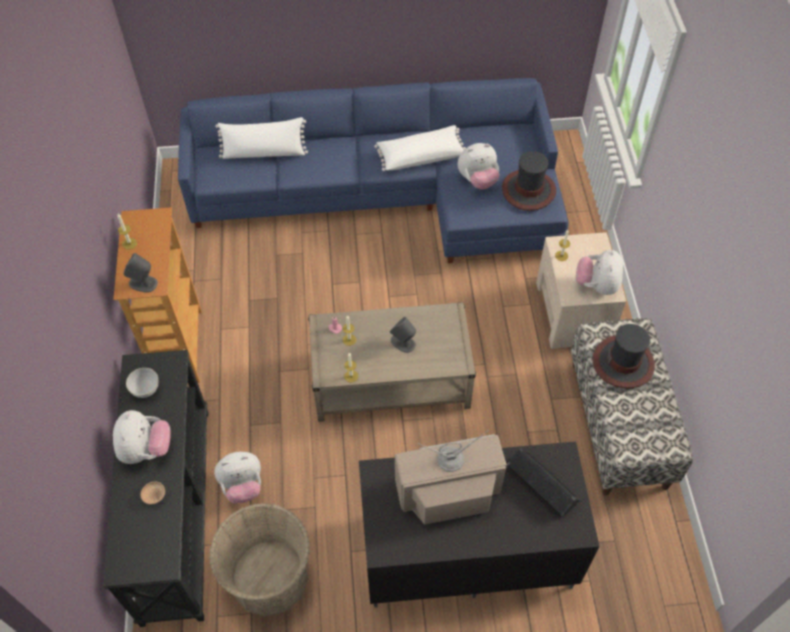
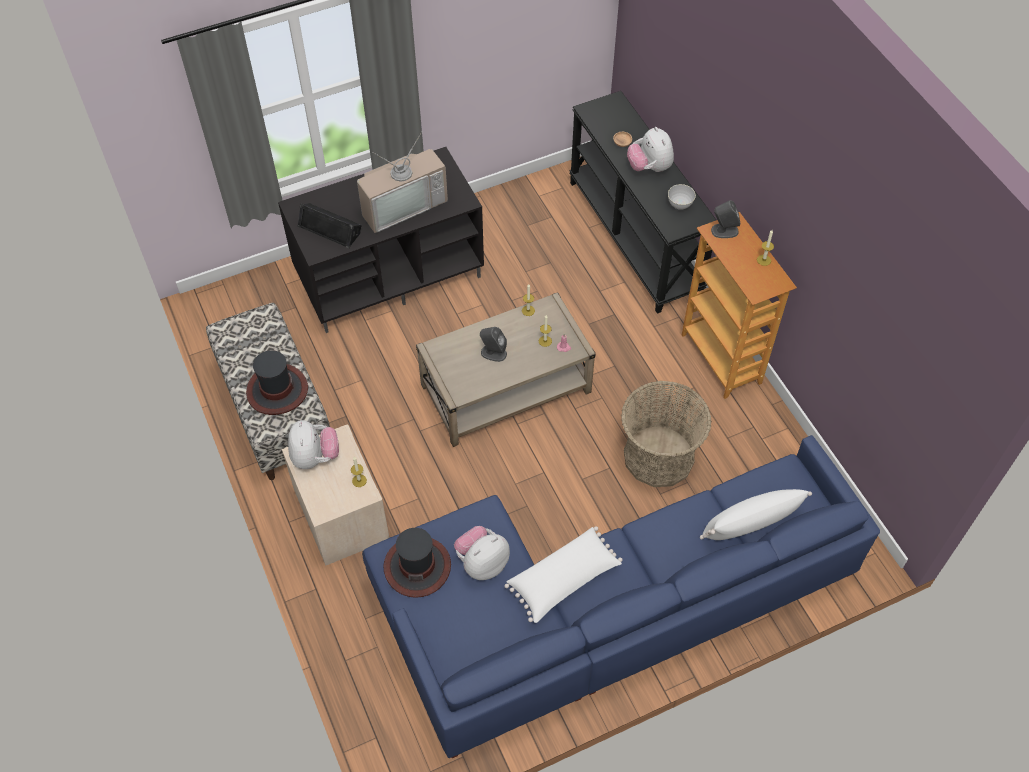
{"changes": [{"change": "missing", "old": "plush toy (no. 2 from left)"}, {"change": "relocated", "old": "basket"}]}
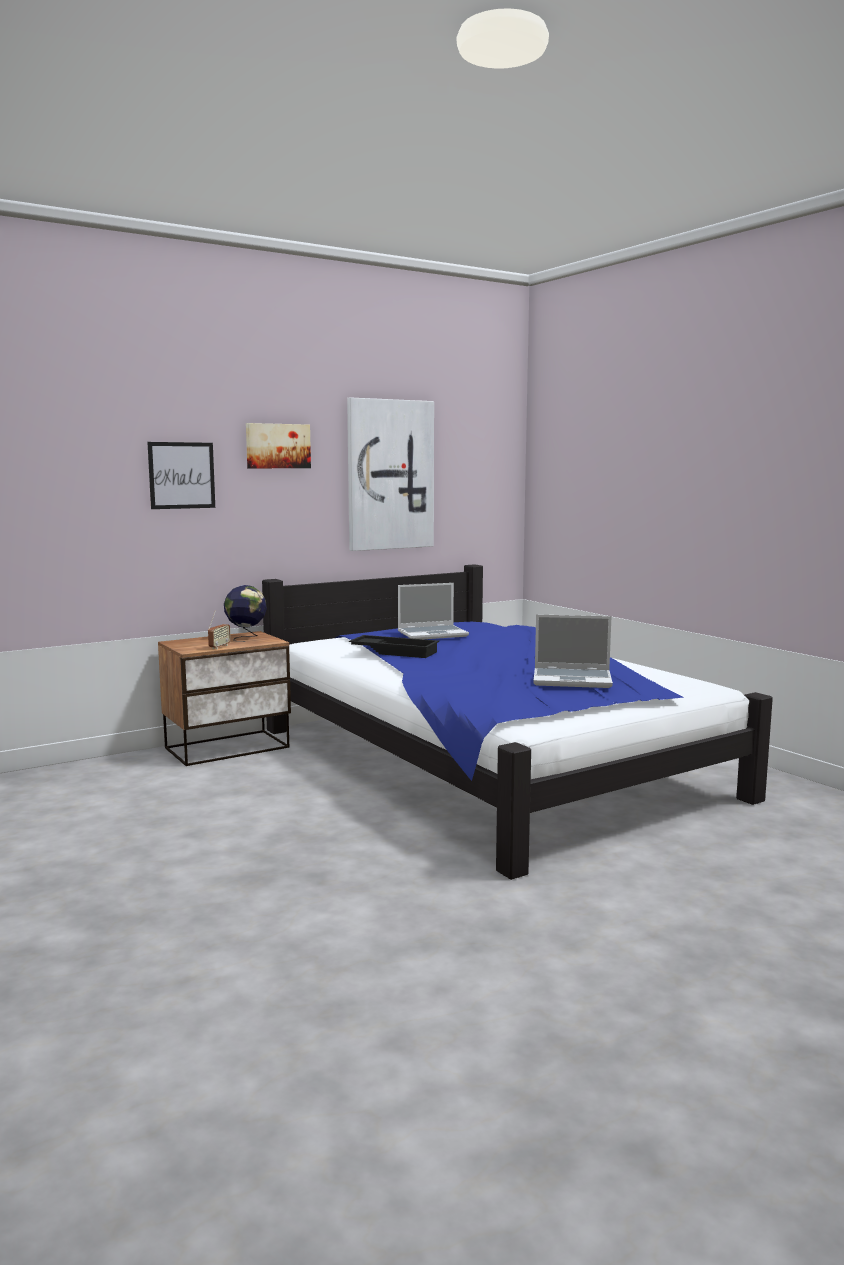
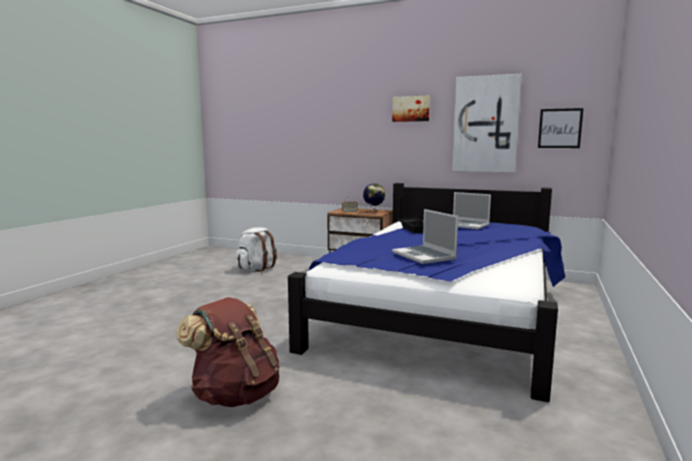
{"changes": [{"change": "relocated", "old": "wall art (no. 1 from left in the first image)", "new": "wall art (no. 3 from left)"}, {"change": "appeared", "new": "rucksack/whitish"}, {"change": "appeared", "new": "rucksack/brown"}]}
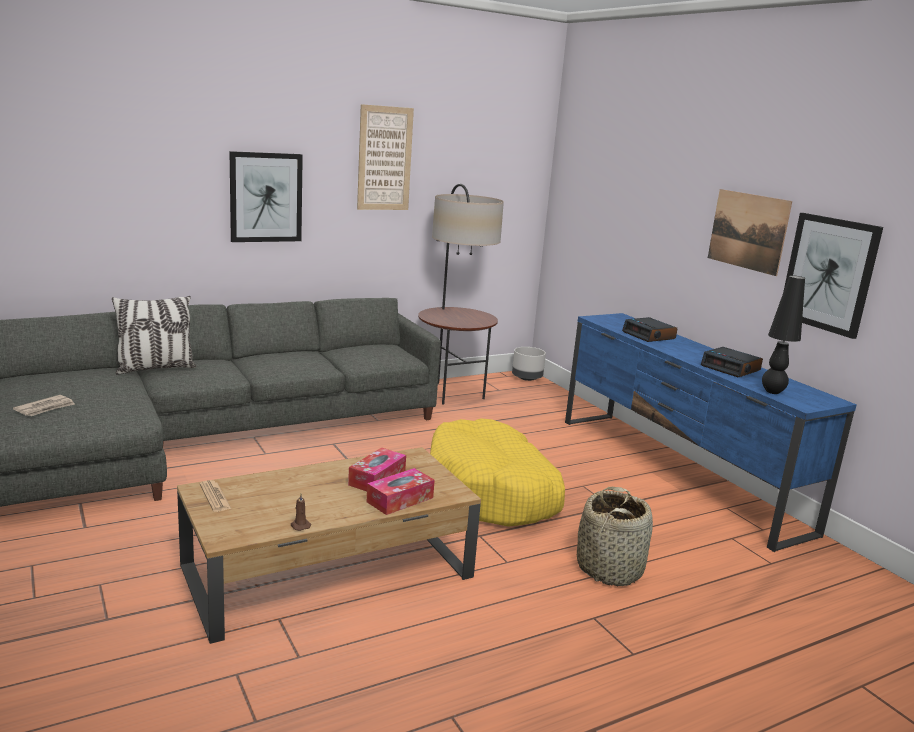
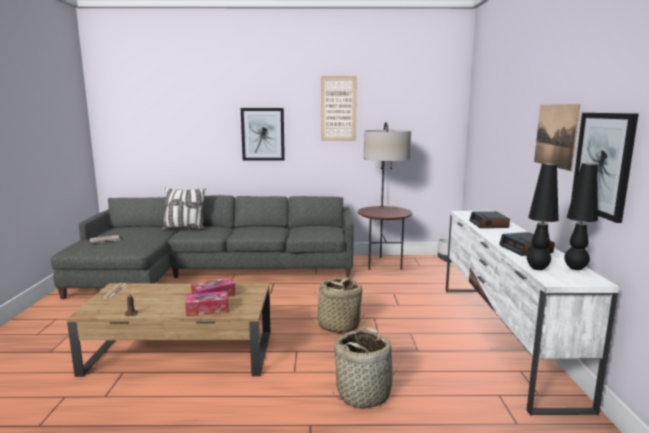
{"changes": [{"change": "colour", "old": "media console/blue-coloured", "new": "media console/whitish"}, {"change": "exchanged", "old": "dog bed/yellowish", "new": "basket (no. 1 from left)"}, {"change": "appeared", "new": "lamp for a table/black-coloured (no. 2 from left)"}]}
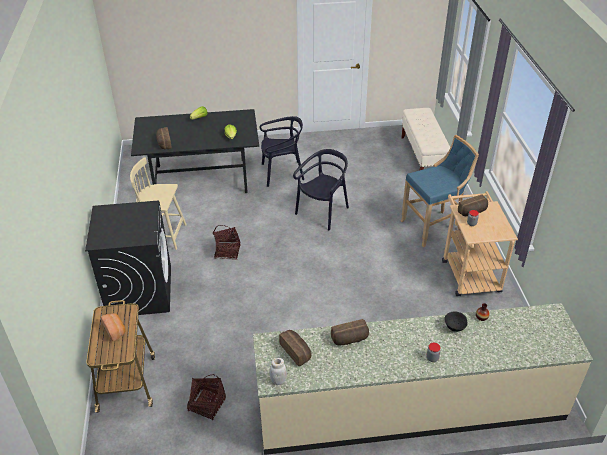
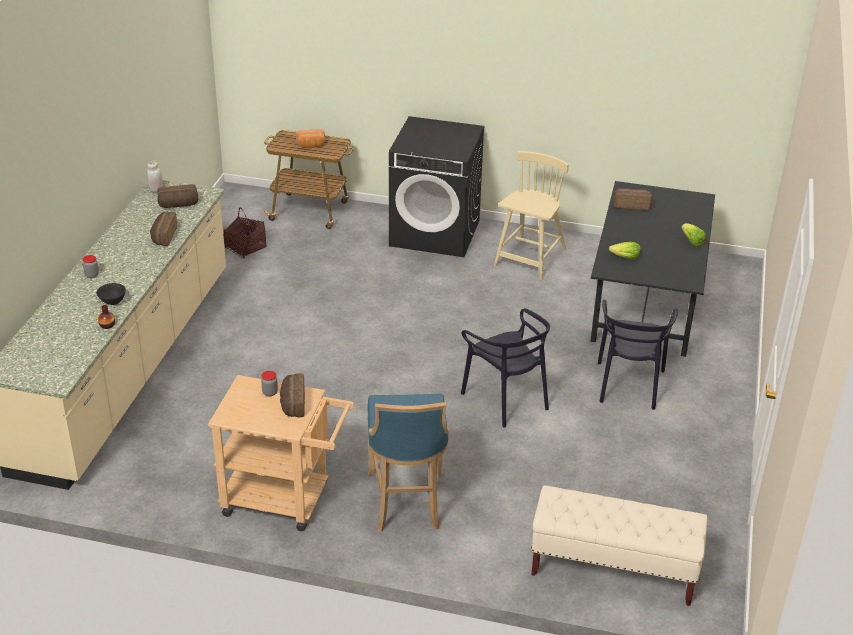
{"changes": [{"change": "missing", "old": "basket (no. 2 from left)"}]}
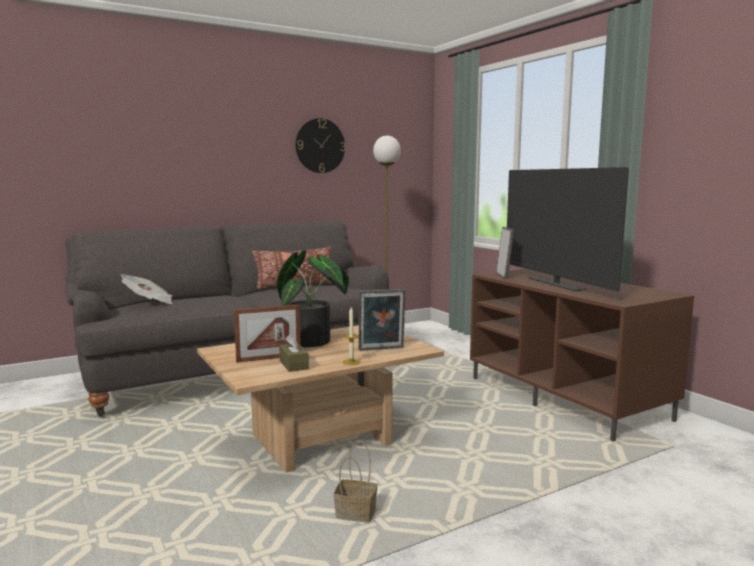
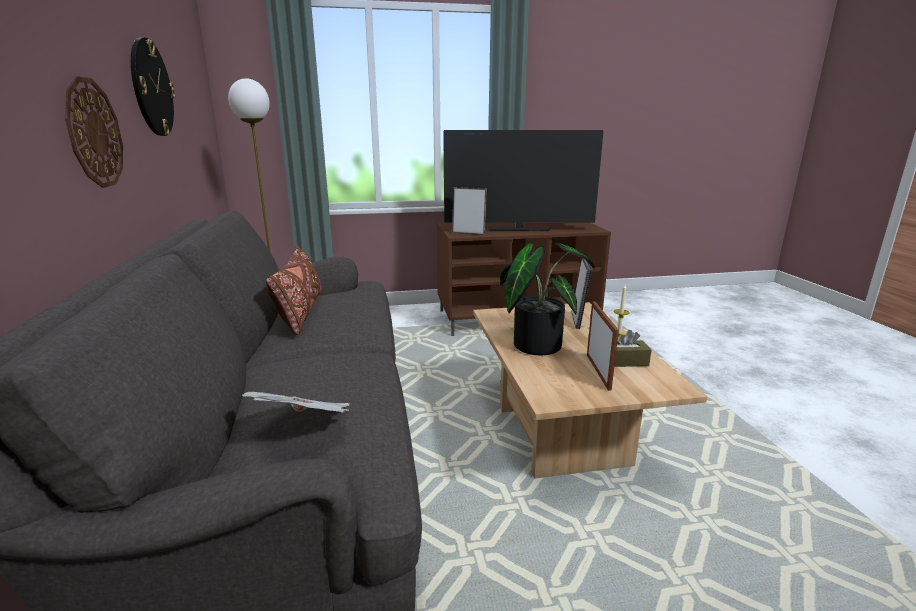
{"changes": [{"change": "missing", "old": "basket"}, {"change": "appeared", "new": "wall clock (no. 1 from left)"}]}
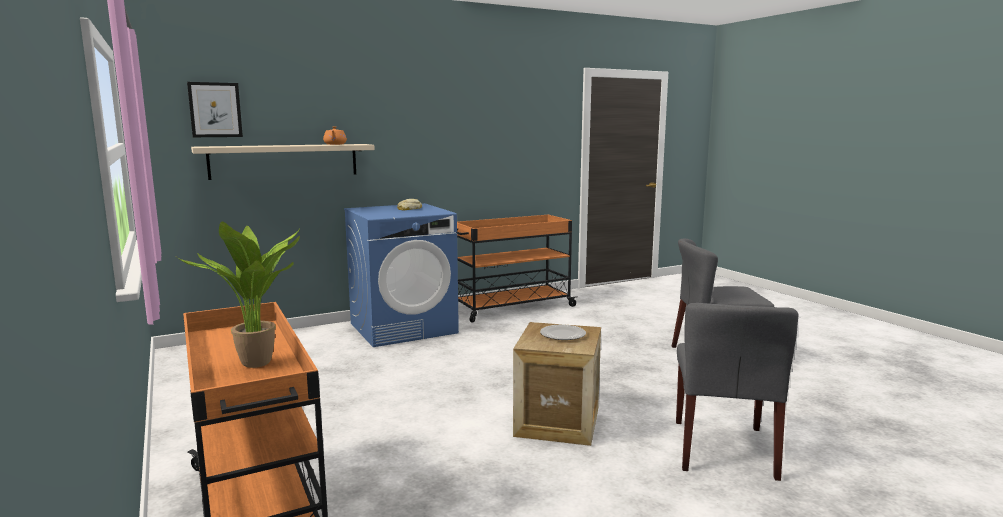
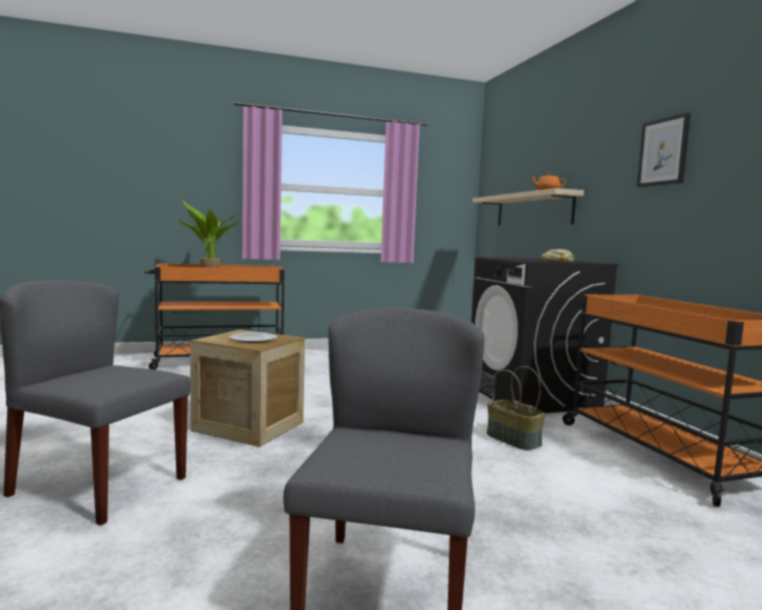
{"changes": [{"change": "relocated", "old": "wall art"}, {"change": "colour", "old": "laundry machine/blue-coloured", "new": "laundry machine/black-coloured"}, {"change": "appeared", "new": "basket"}]}
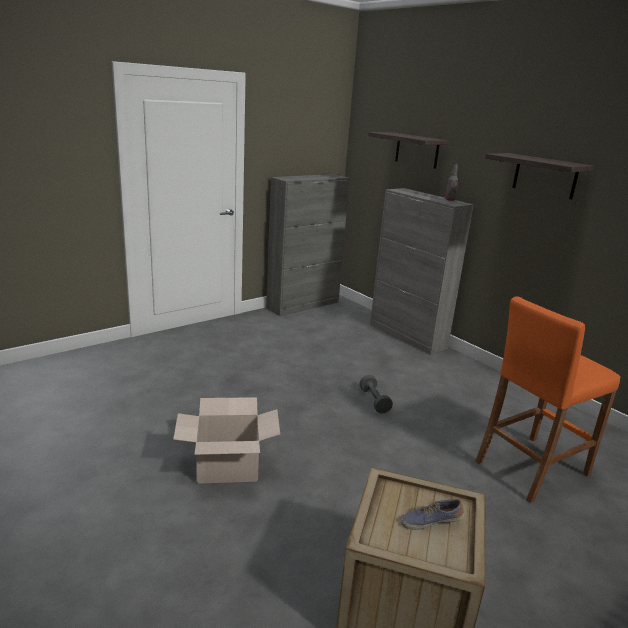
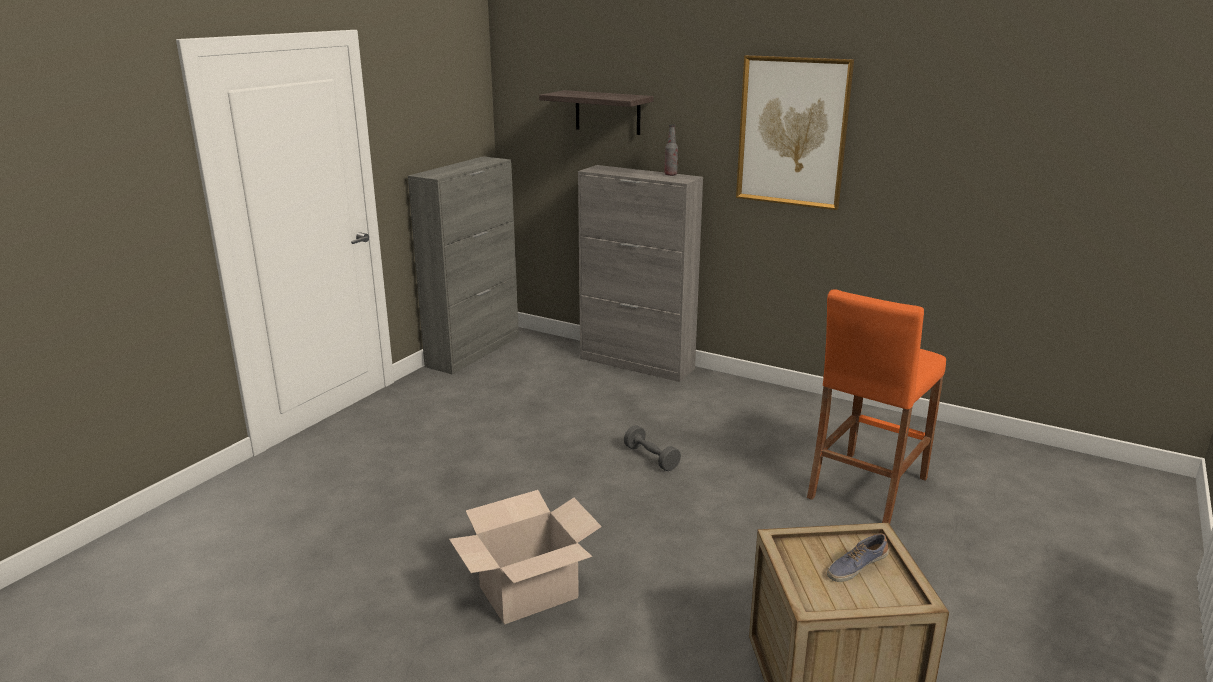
{"changes": [{"change": "exchanged", "old": "wall shelf (no. 2 from left)", "new": "wall art"}]}
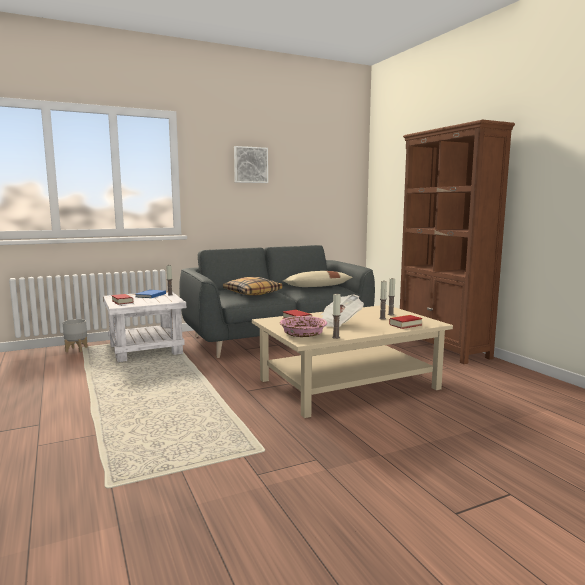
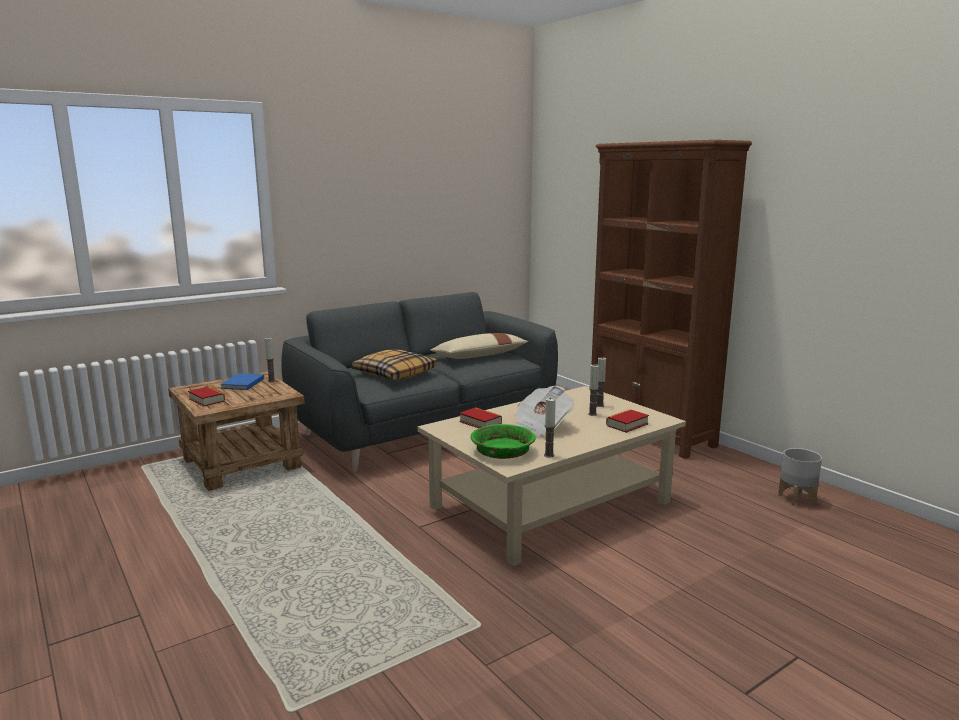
{"changes": [{"change": "missing", "old": "wall art"}, {"change": "colour", "old": "side table/whitish", "new": "side table/brown"}, {"change": "colour", "old": "serving bowl/pinkish", "new": "serving bowl/green-coloured"}, {"change": "relocated", "old": "flower pot/grey"}]}
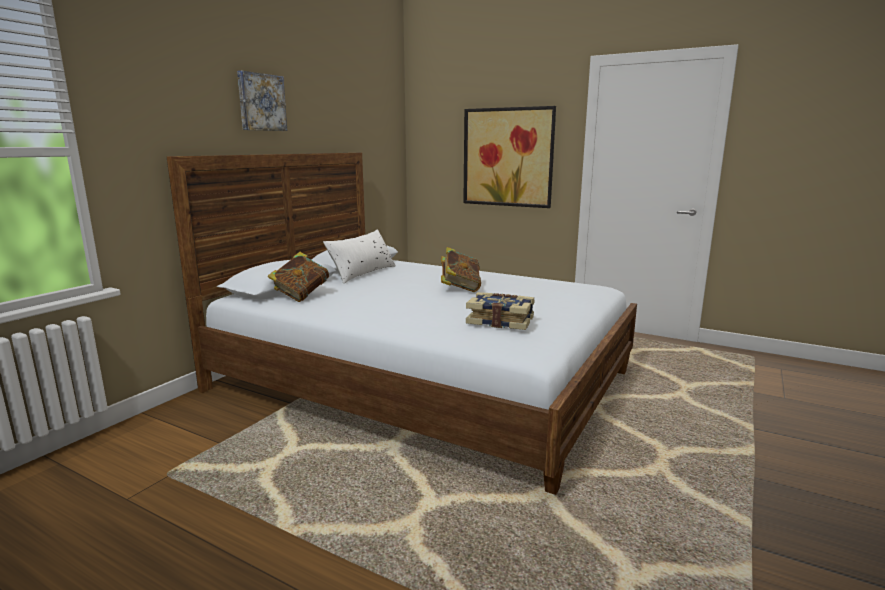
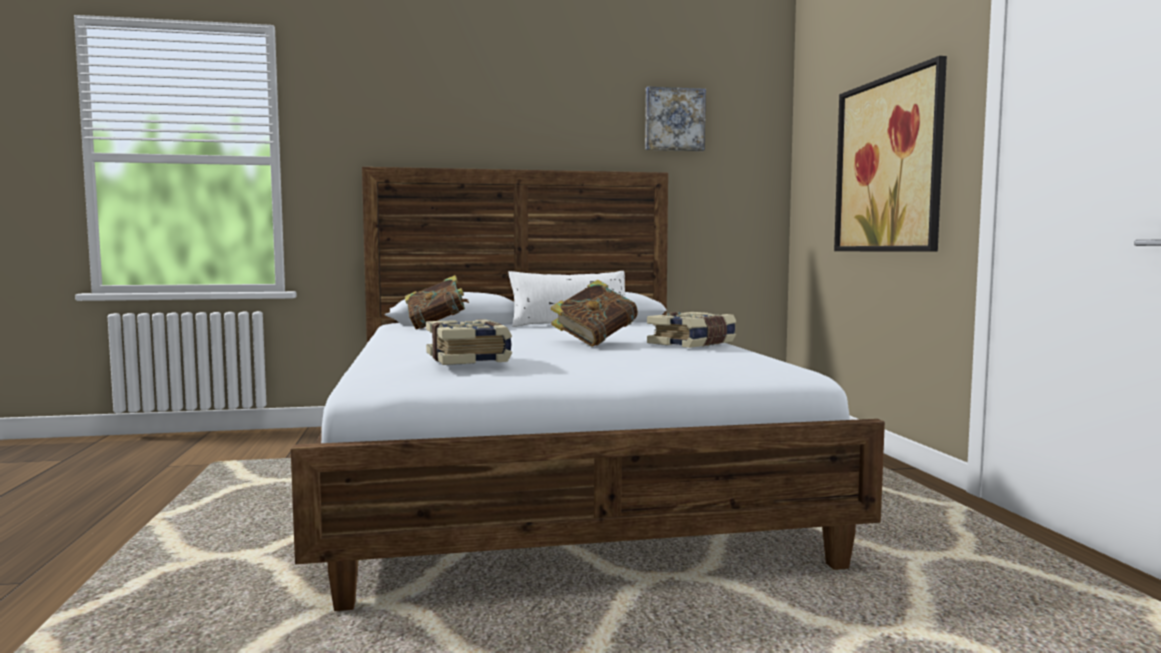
{"changes": [{"change": "relocated", "old": "wall art (no. 1 from left)"}, {"change": "appeared", "new": "book (no. 4 from left)"}]}
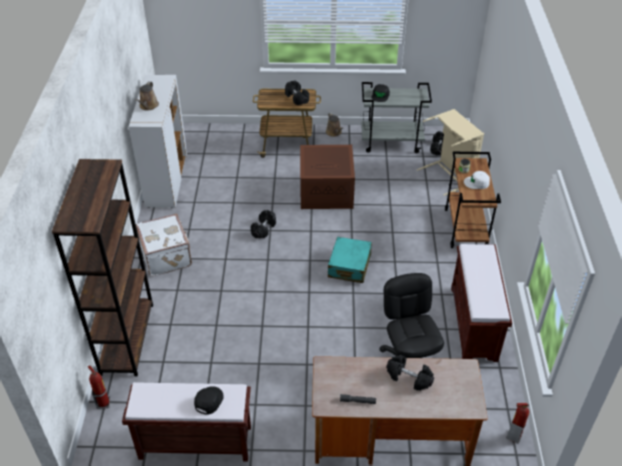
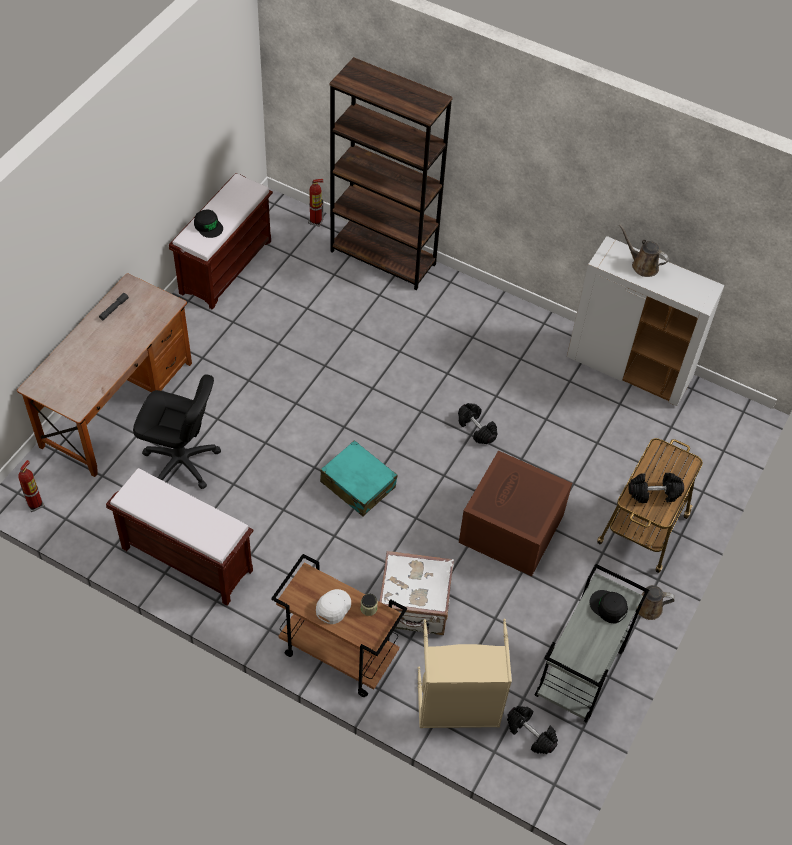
{"changes": [{"change": "relocated", "old": "suitcase/whitish"}, {"change": "missing", "old": "dumbbell/black-coloured (no. 3 from left)"}]}
